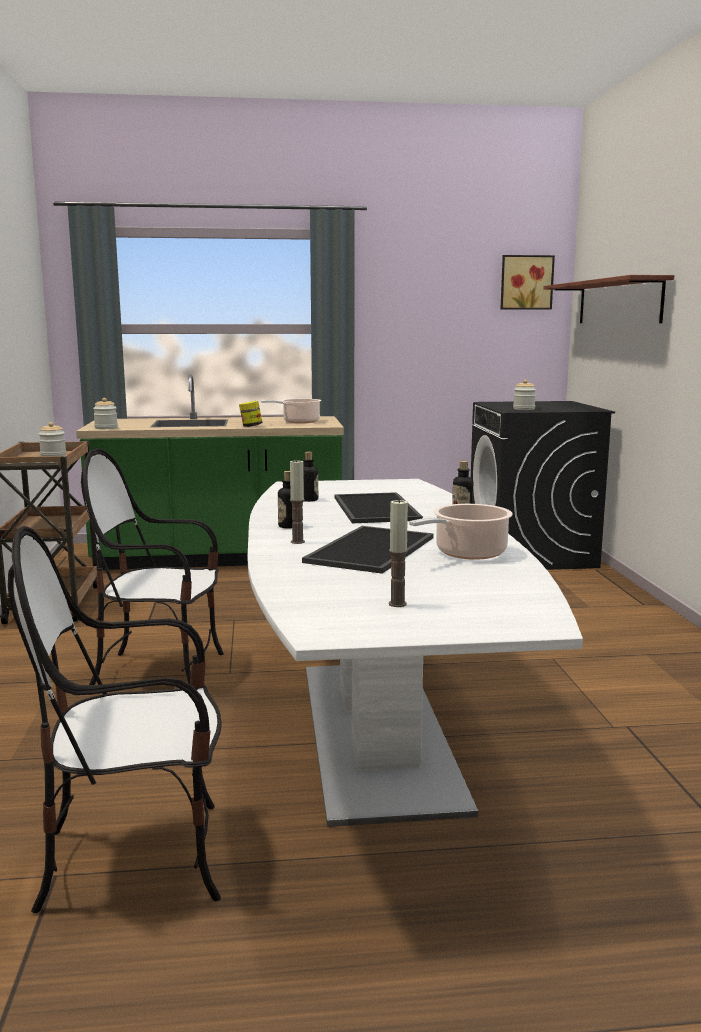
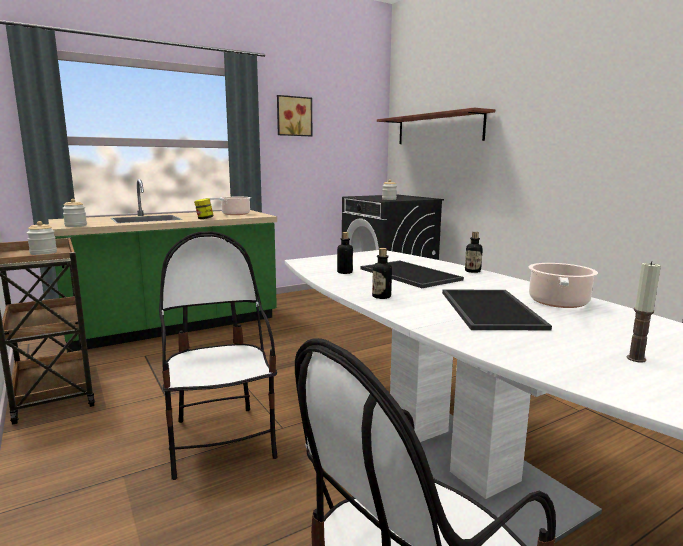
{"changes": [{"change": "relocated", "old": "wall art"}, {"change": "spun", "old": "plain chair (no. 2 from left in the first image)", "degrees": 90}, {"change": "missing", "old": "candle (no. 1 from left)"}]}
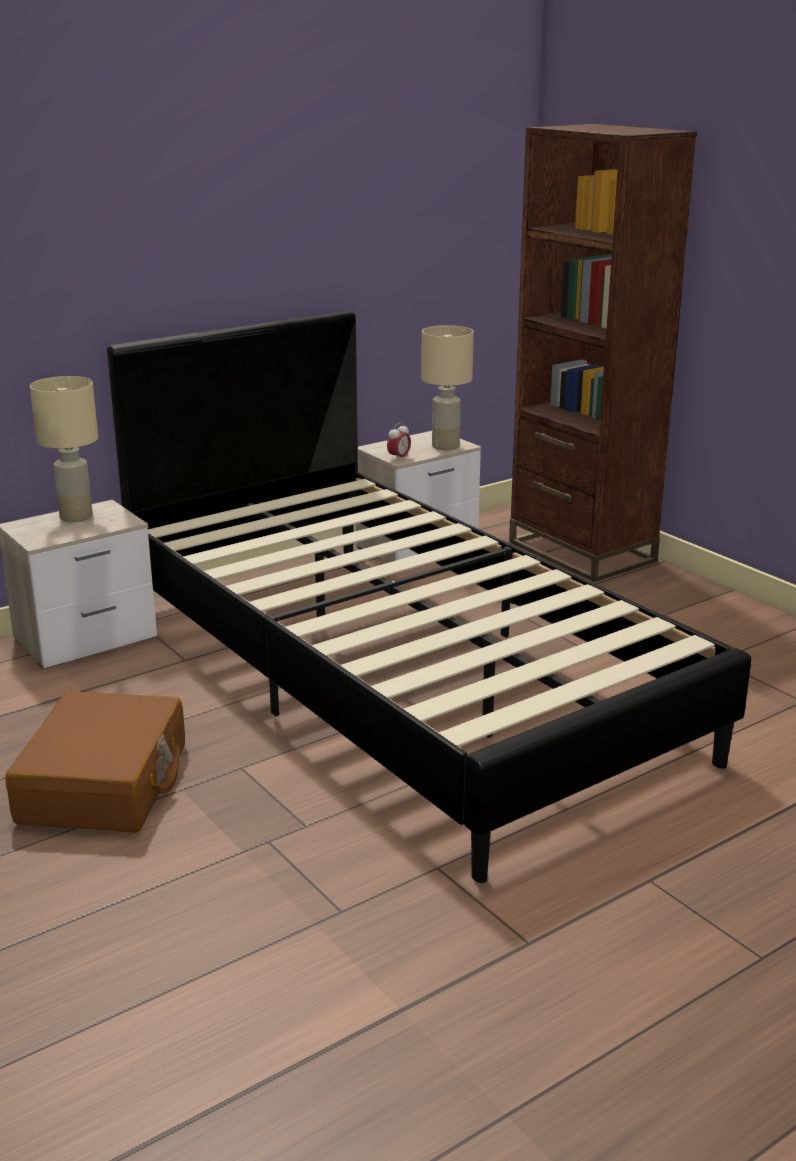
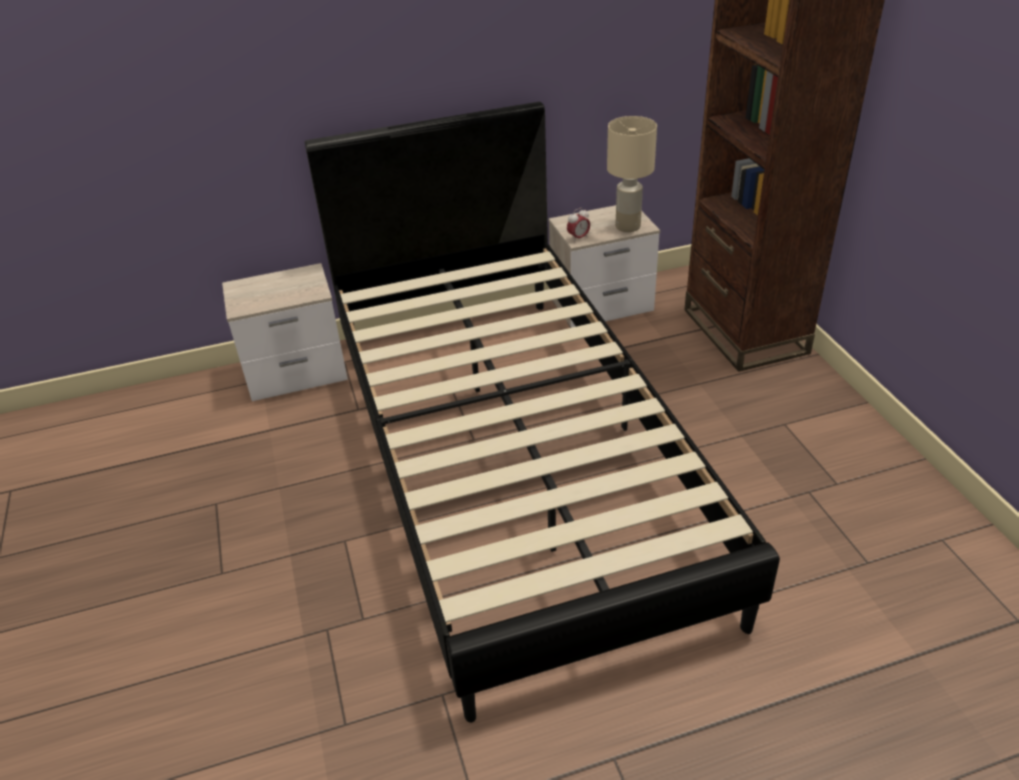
{"changes": [{"change": "missing", "old": "lamp for a table/beige-coloured (no. 1 from left)"}, {"change": "missing", "old": "suitcase/brown"}]}
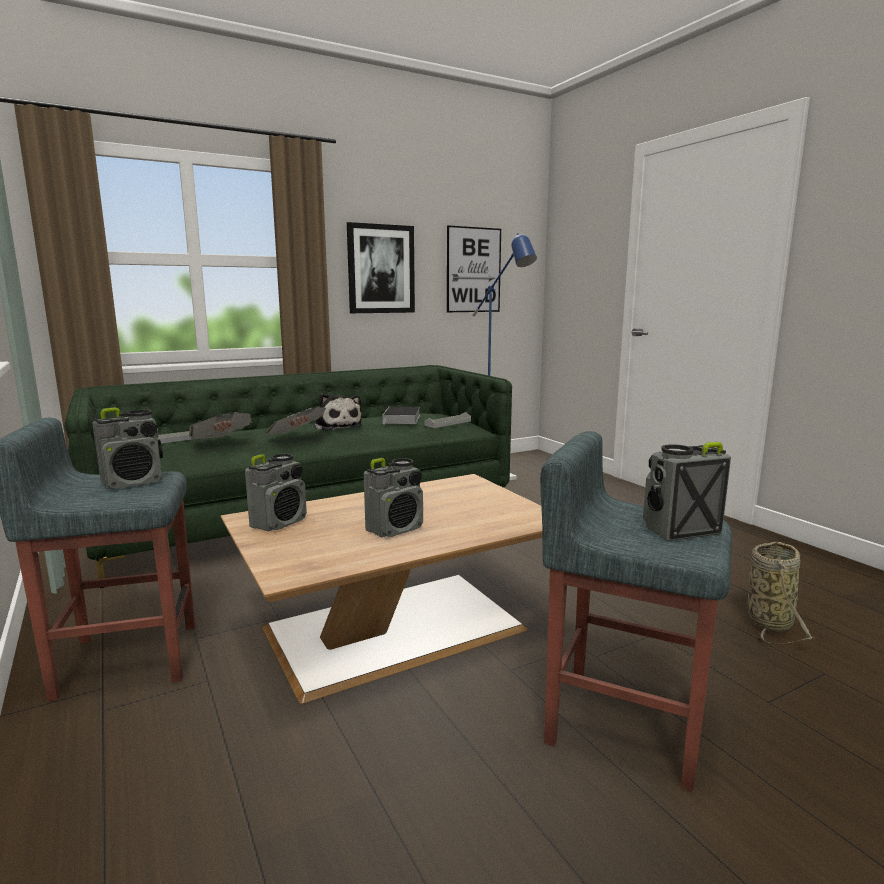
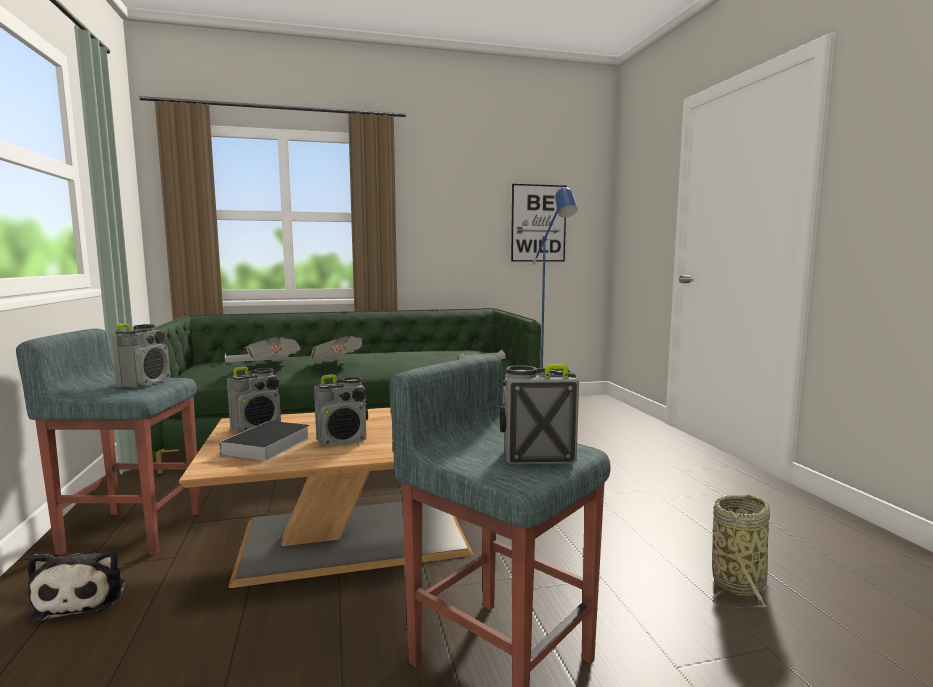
{"changes": [{"change": "missing", "old": "wall art (no. 1 from left)"}, {"change": "relocated", "old": "plush toy"}, {"change": "relocated", "old": "book"}, {"change": "spun", "old": "radio (no. 1 from left)", "degrees": -60}]}
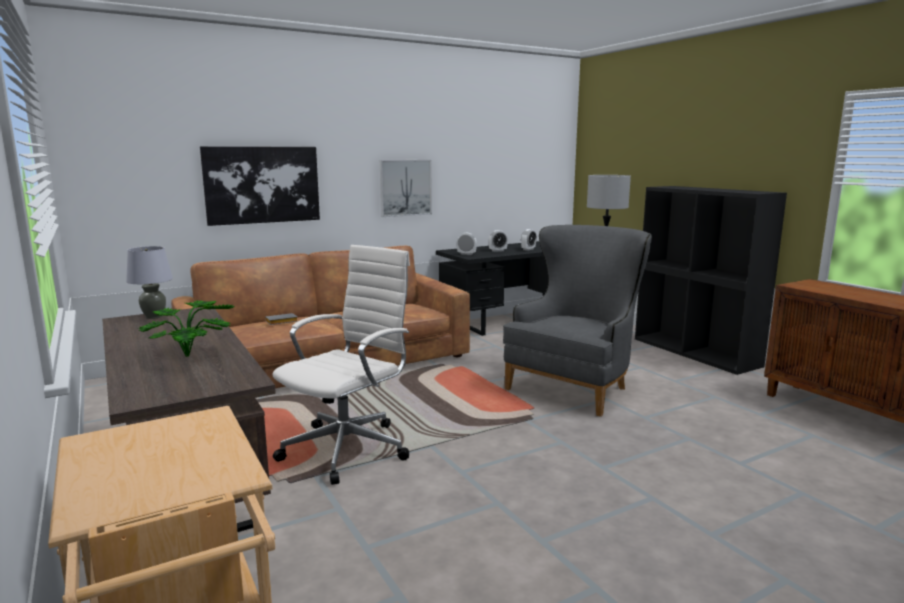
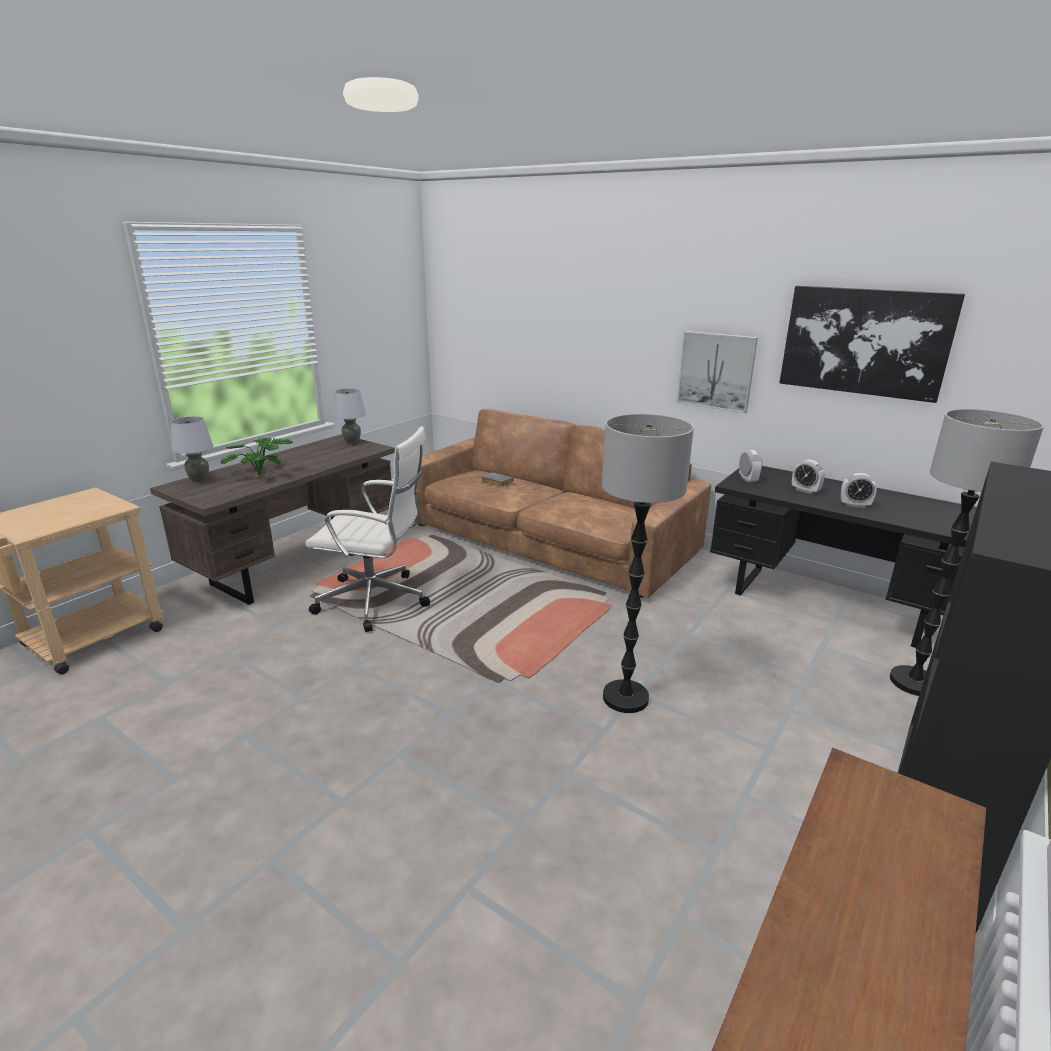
{"changes": [{"change": "relocated", "old": "wall art (no. 1 from left in the first image)", "new": "wall art (no. 2 from left)"}, {"change": "exchanged", "old": "lounge chair/grey", "new": "floor lamp (no. 1 from left)"}, {"change": "appeared", "new": "lamp for a table/grey (no. 1 from left)"}]}
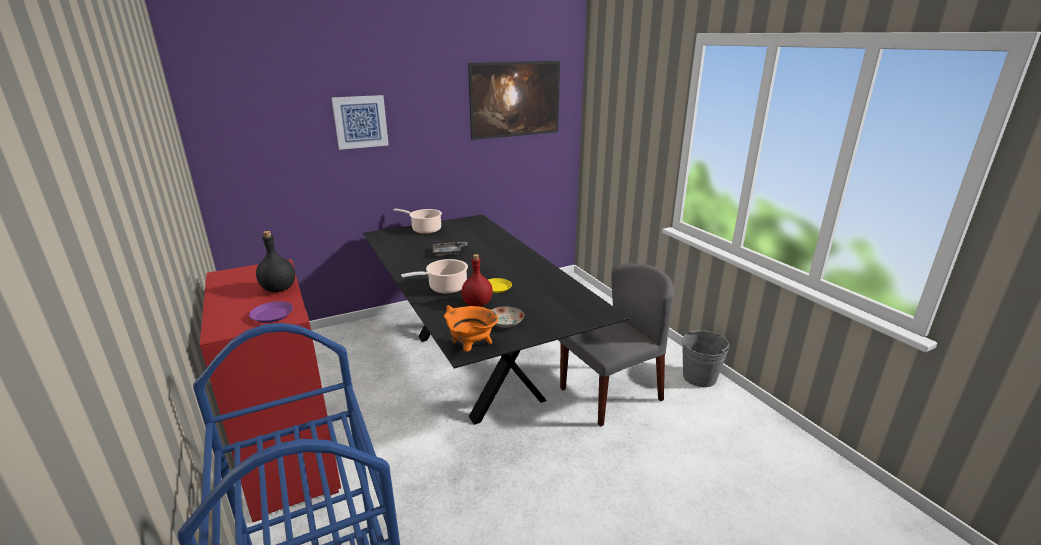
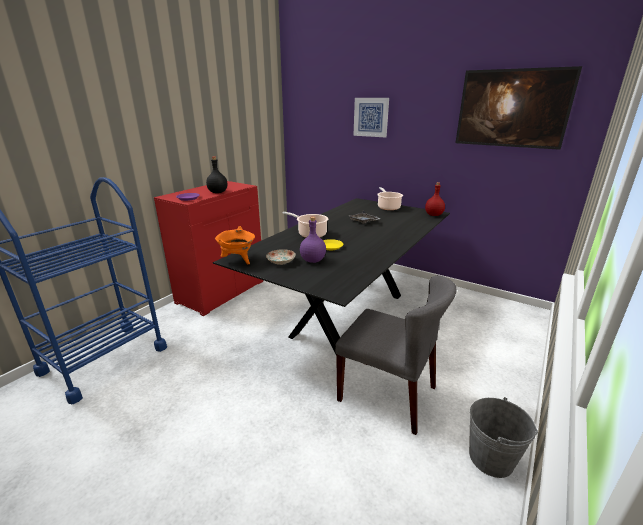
{"changes": [{"change": "relocated", "old": "bottle/red"}, {"change": "appeared", "new": "bottle/purple"}]}
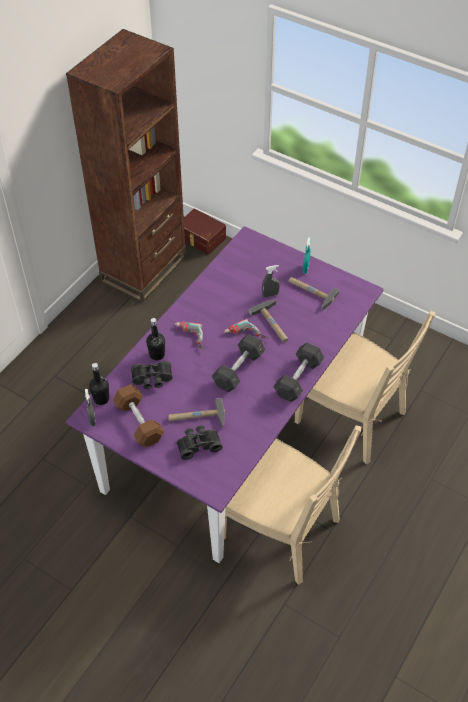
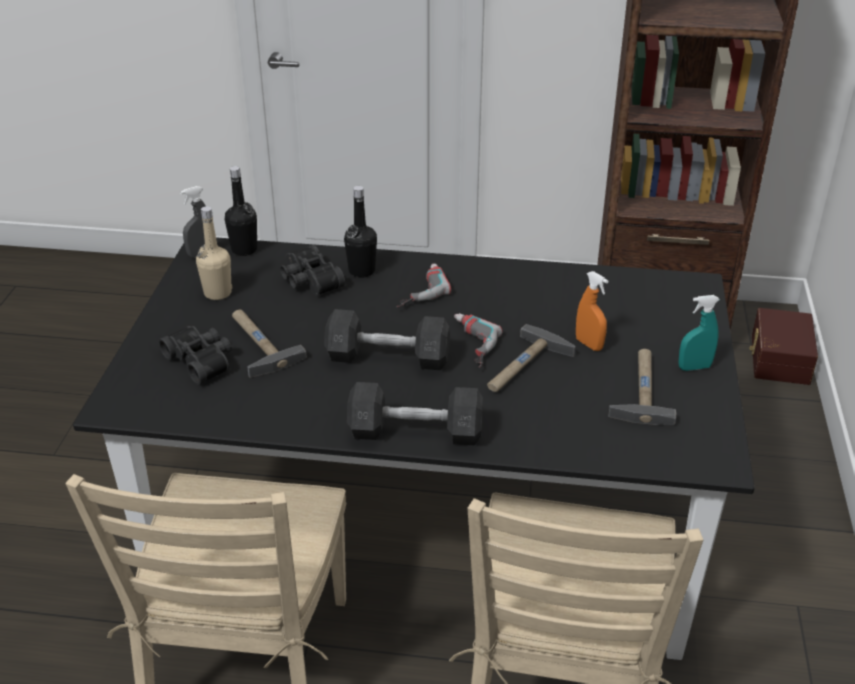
{"changes": [{"change": "colour", "old": "dinner table/purple", "new": "dinner table/black-coloured"}, {"change": "colour", "old": "sprayer/grey (no. 2 from left)", "new": "sprayer/orangey"}, {"change": "exchanged", "old": "dumbbell/brown", "new": "bottle/beige-coloured"}]}
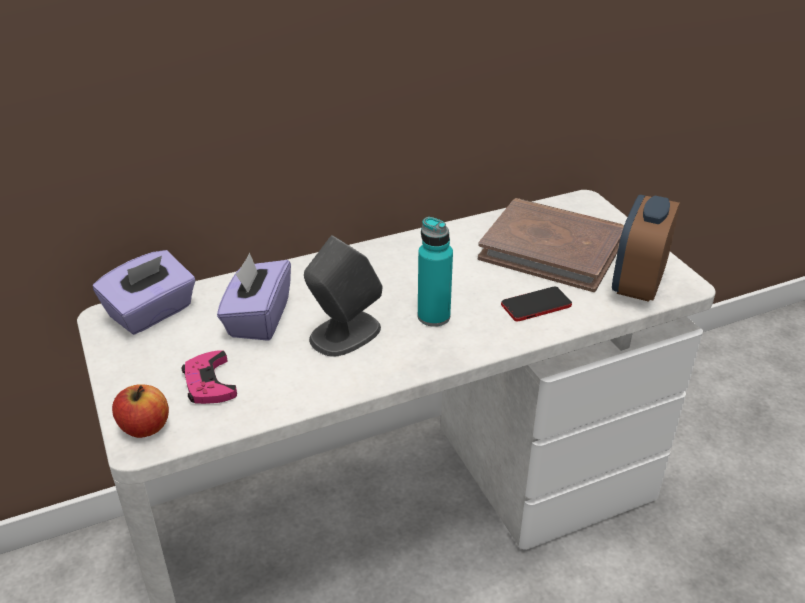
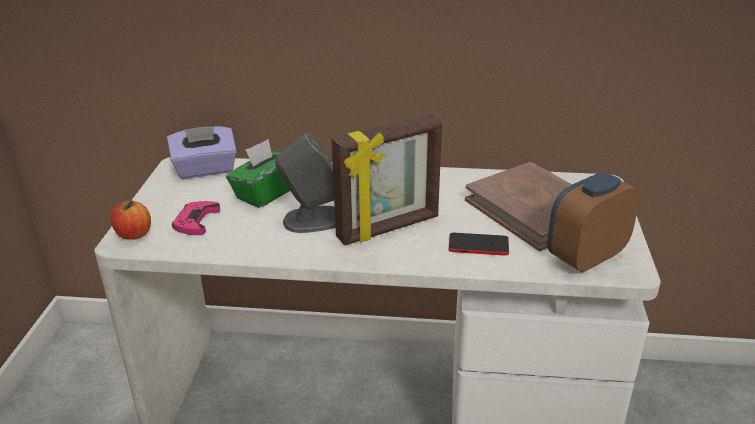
{"changes": [{"change": "exchanged", "old": "bottle/turquoise-coloured", "new": "photo frame"}, {"change": "colour", "old": "box of tissues/purple (no. 2 from left)", "new": "box of tissues/green-coloured"}]}
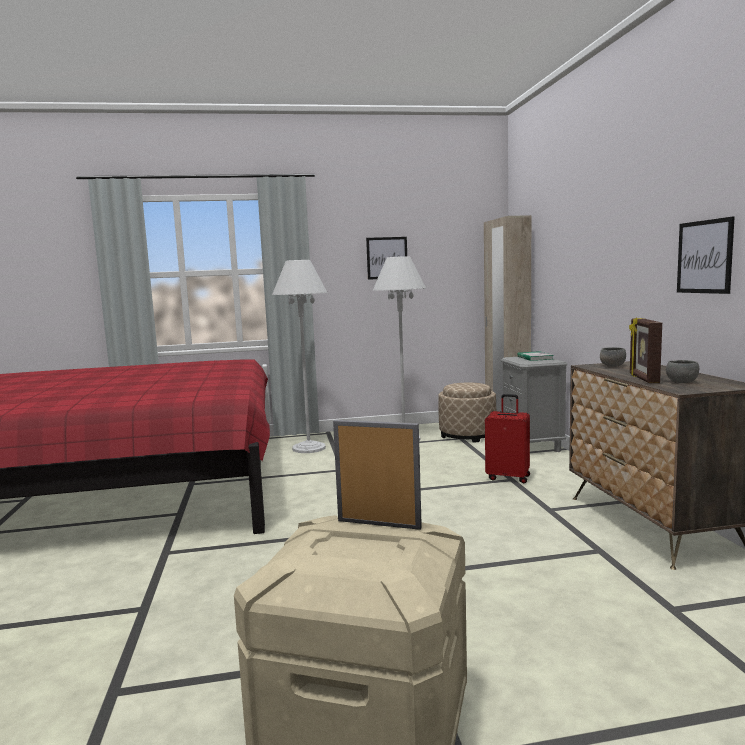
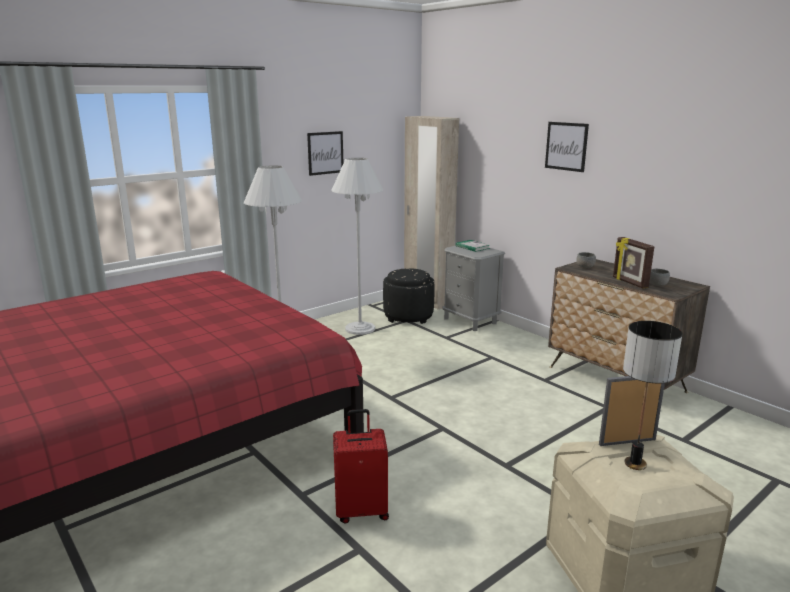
{"changes": [{"change": "relocated", "old": "wall art (no. 2 from left)"}, {"change": "colour", "old": "footrest/beige-coloured", "new": "footrest/black-coloured"}, {"change": "relocated", "old": "suitcase/red"}, {"change": "appeared", "new": "lamp for a table"}]}
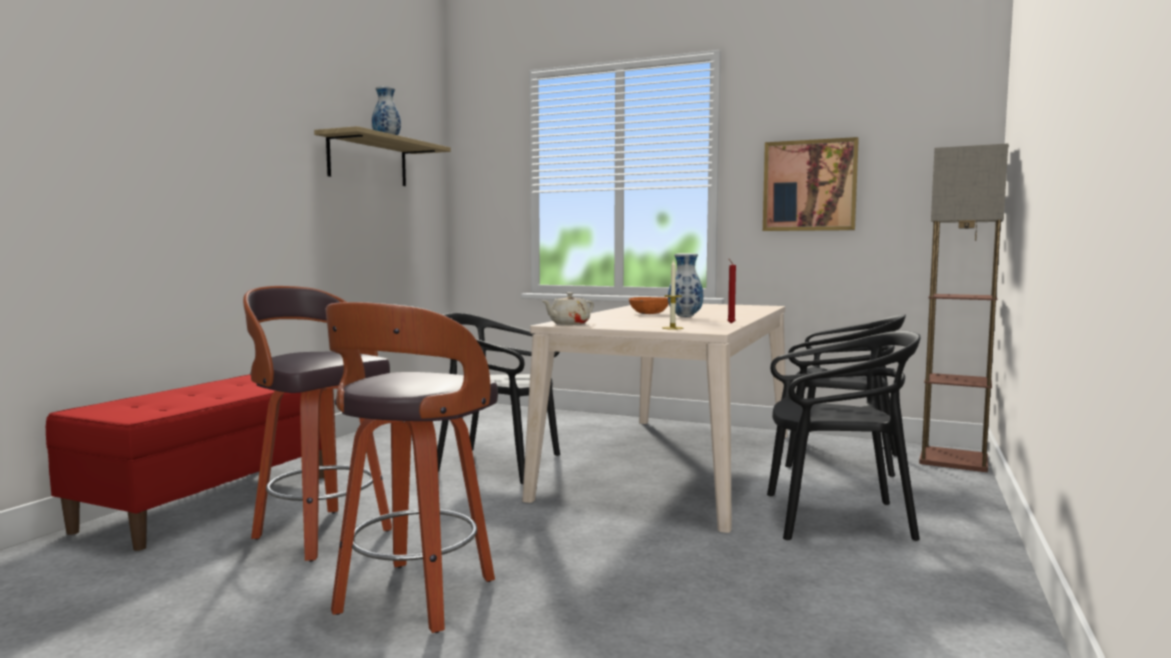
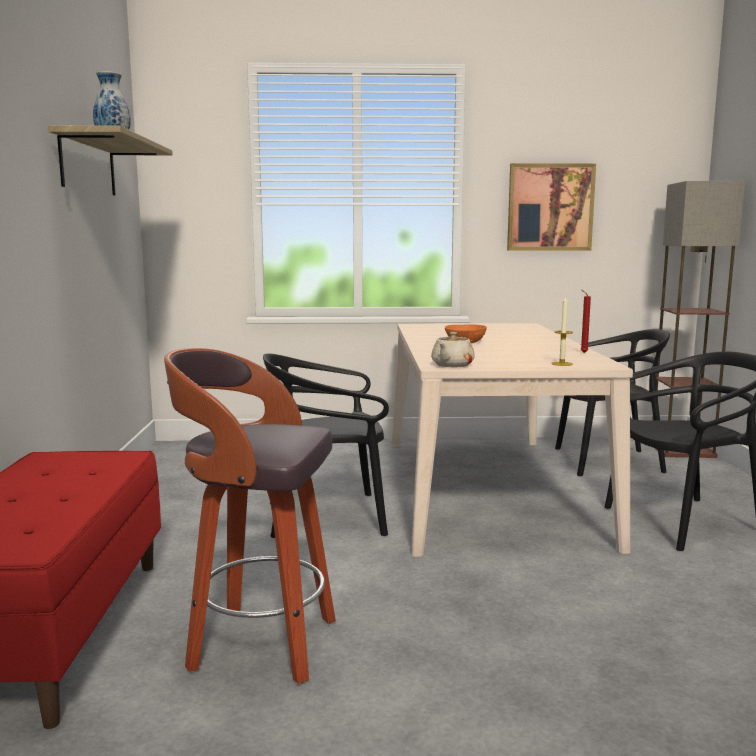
{"changes": [{"change": "missing", "old": "vase (no. 2 from left)"}, {"change": "missing", "old": "stool (no. 2 from left)"}]}
